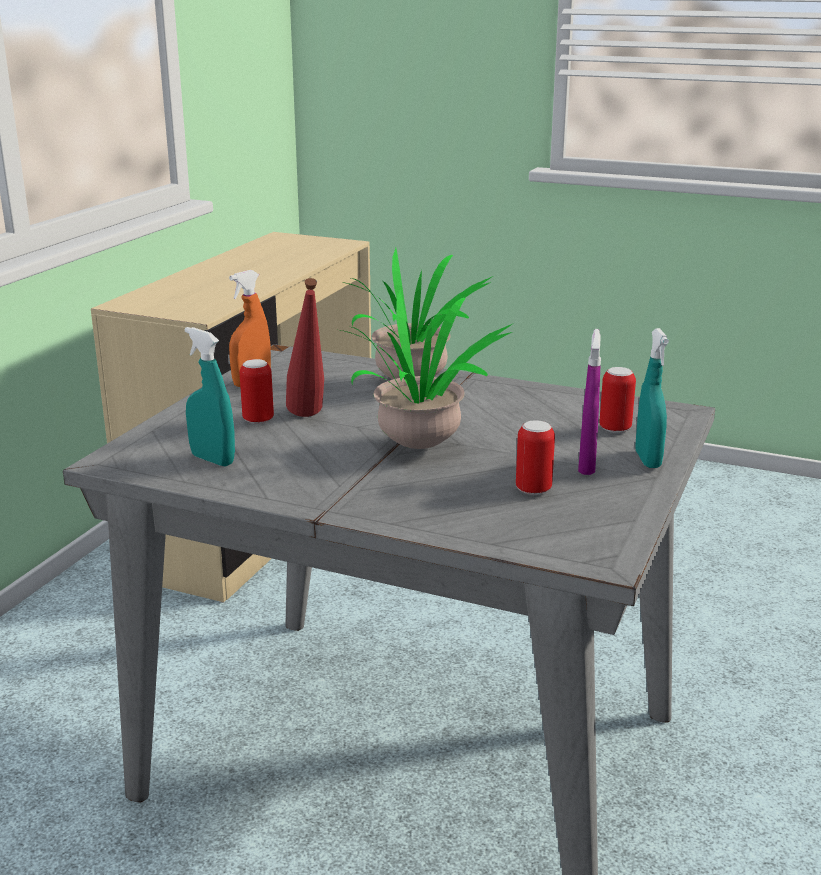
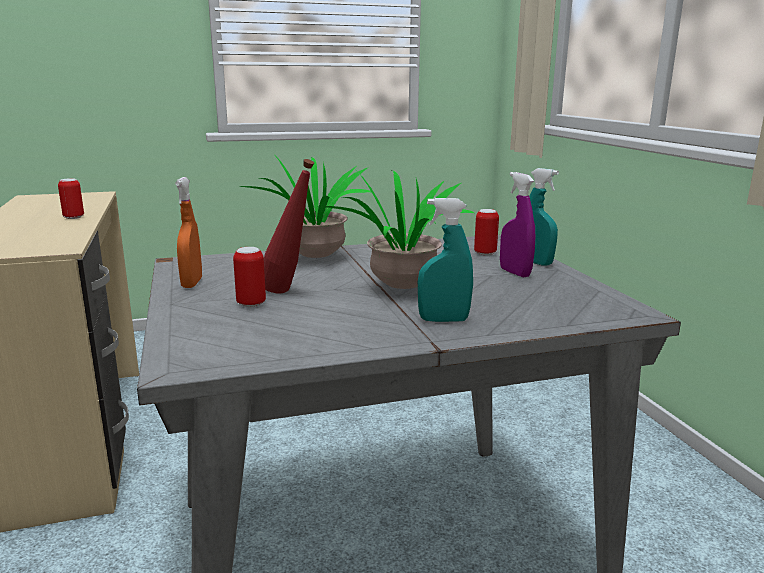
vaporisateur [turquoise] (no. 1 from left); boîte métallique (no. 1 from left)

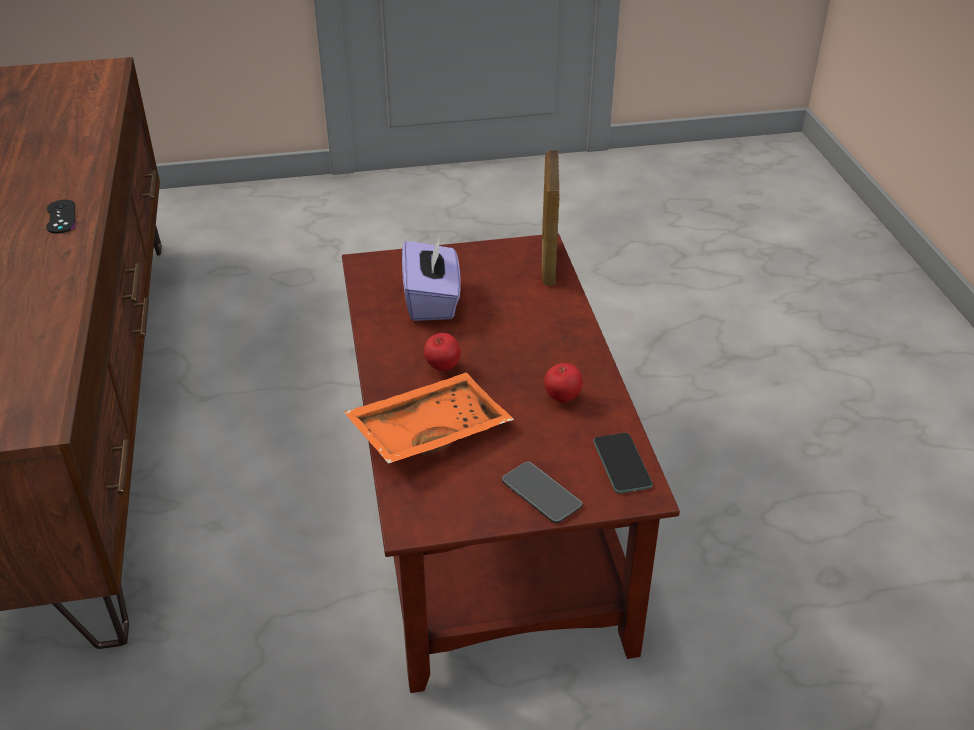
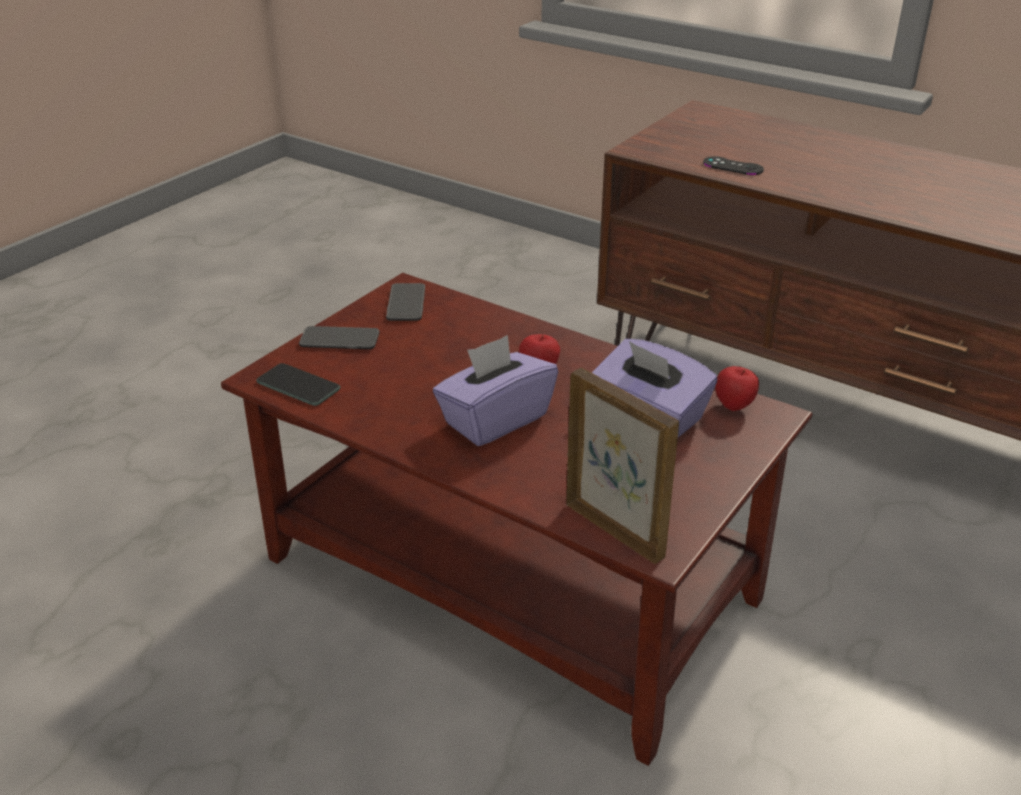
manette [noir]; plateau [orange]; pomme (no. 2 from left); téléphone (no. 3 from left); boîte à mouchoirs [violet] (no. 1 from left)

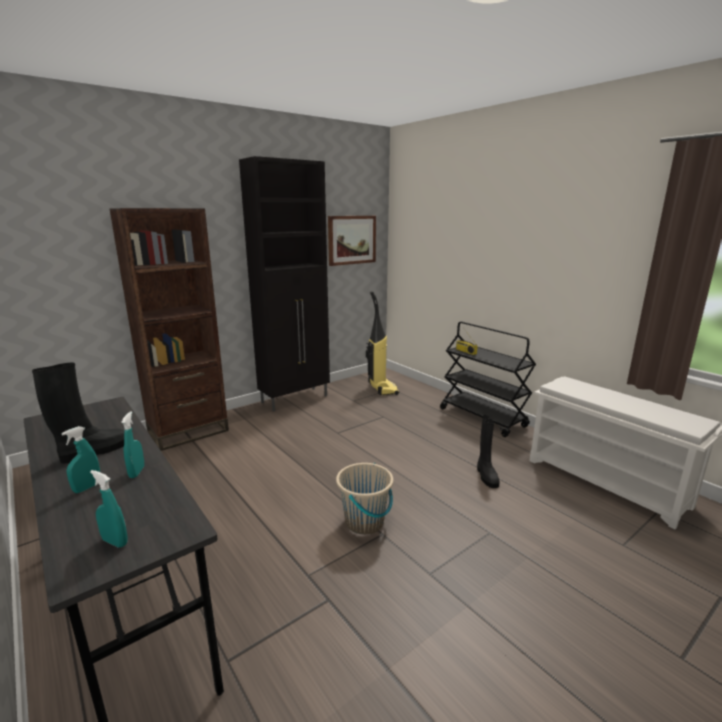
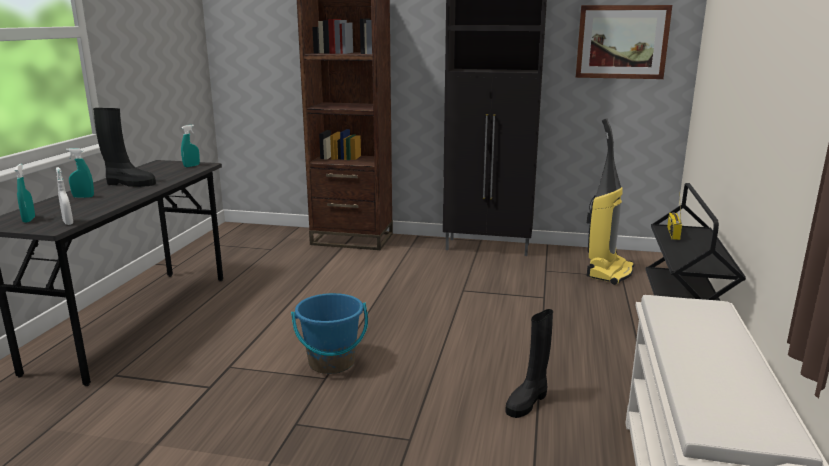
vaporisateur [turquoise] (no. 3 from left); seau [bleu]; vaporisateur [blanc]

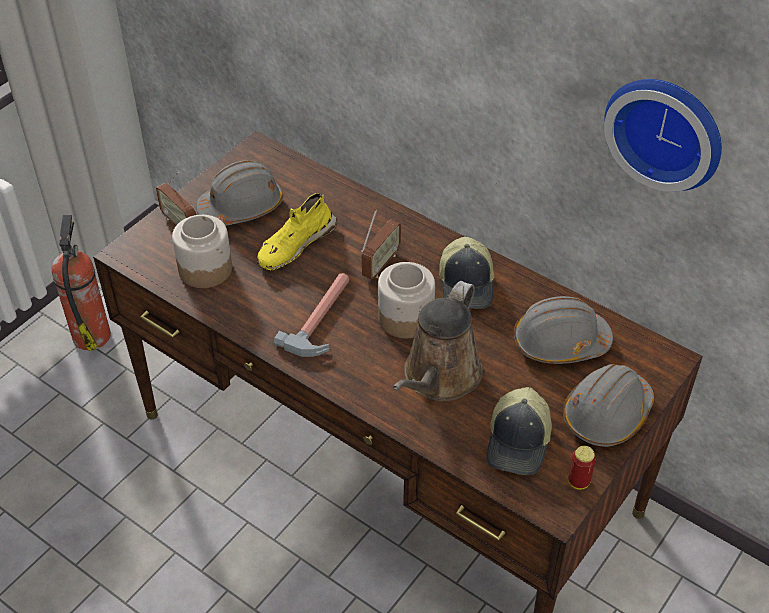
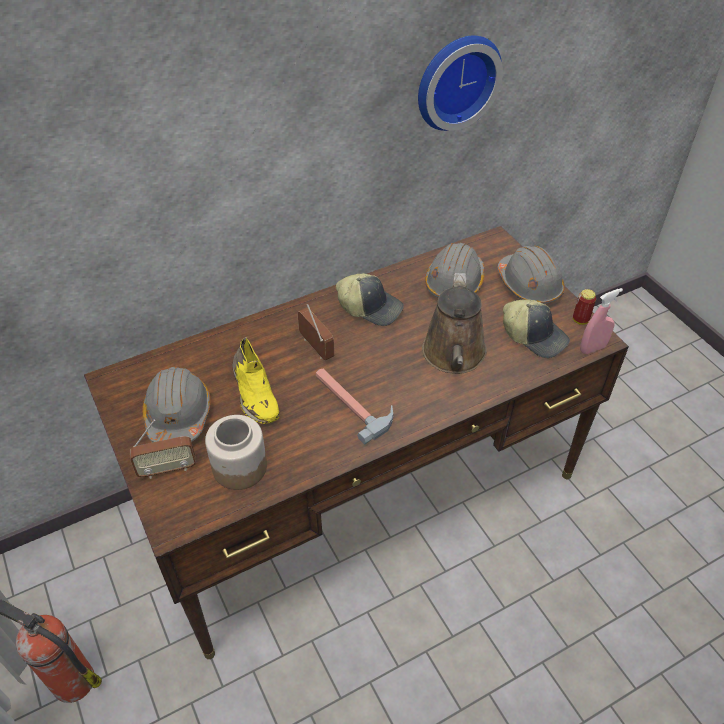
bocal (no. 2 from left in the first image); arrosoir [marron]; vaporisateur [rose]

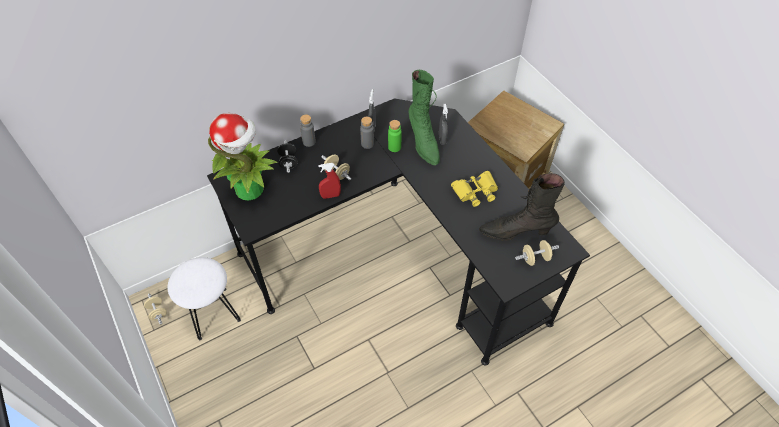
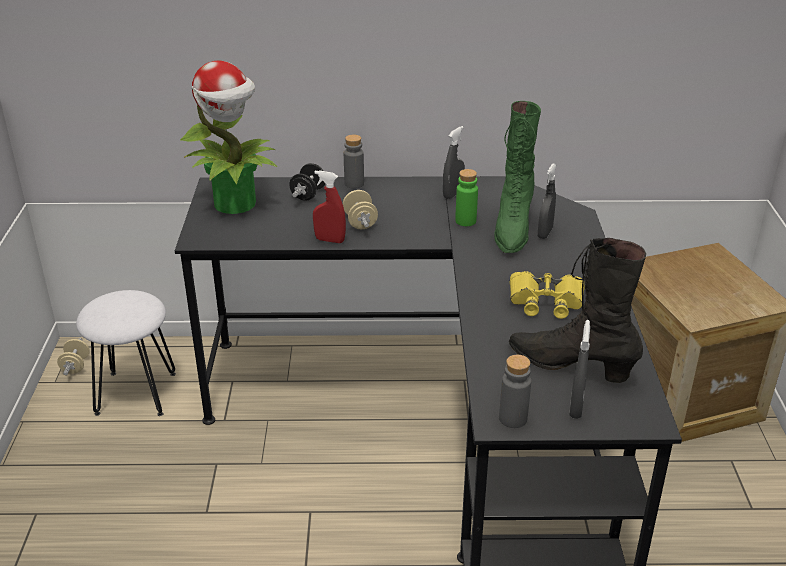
bouteille [gris] (no. 2 from left); vaporisateur [gris] (no. 3 from left)

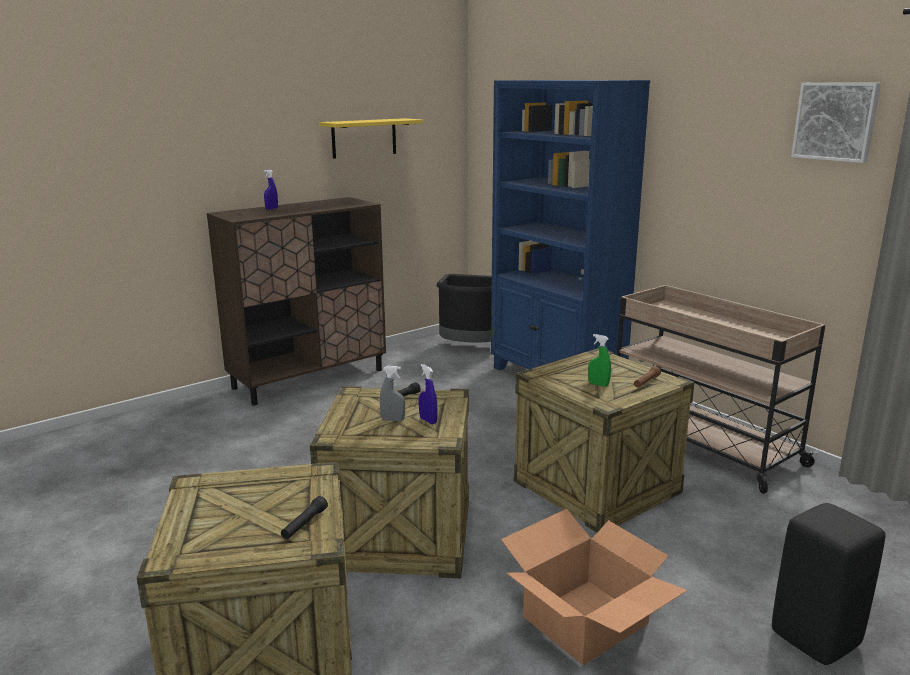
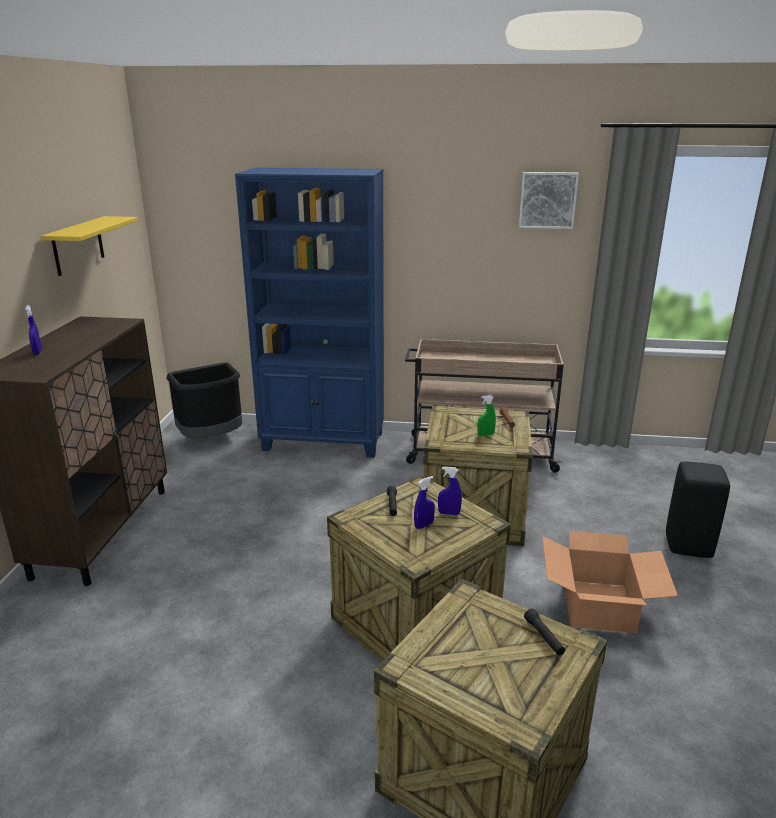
vaporisateur [bleu] (no. 2 from left)

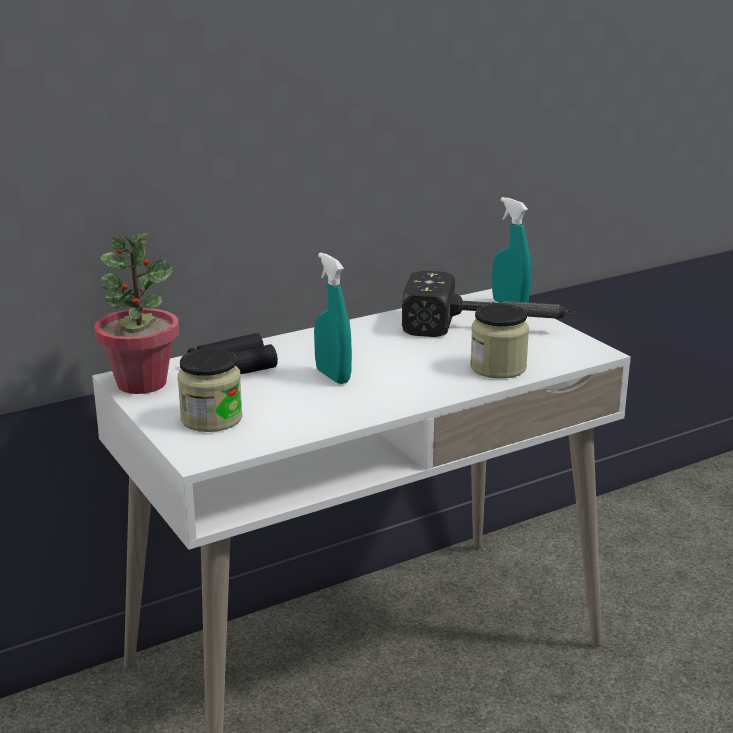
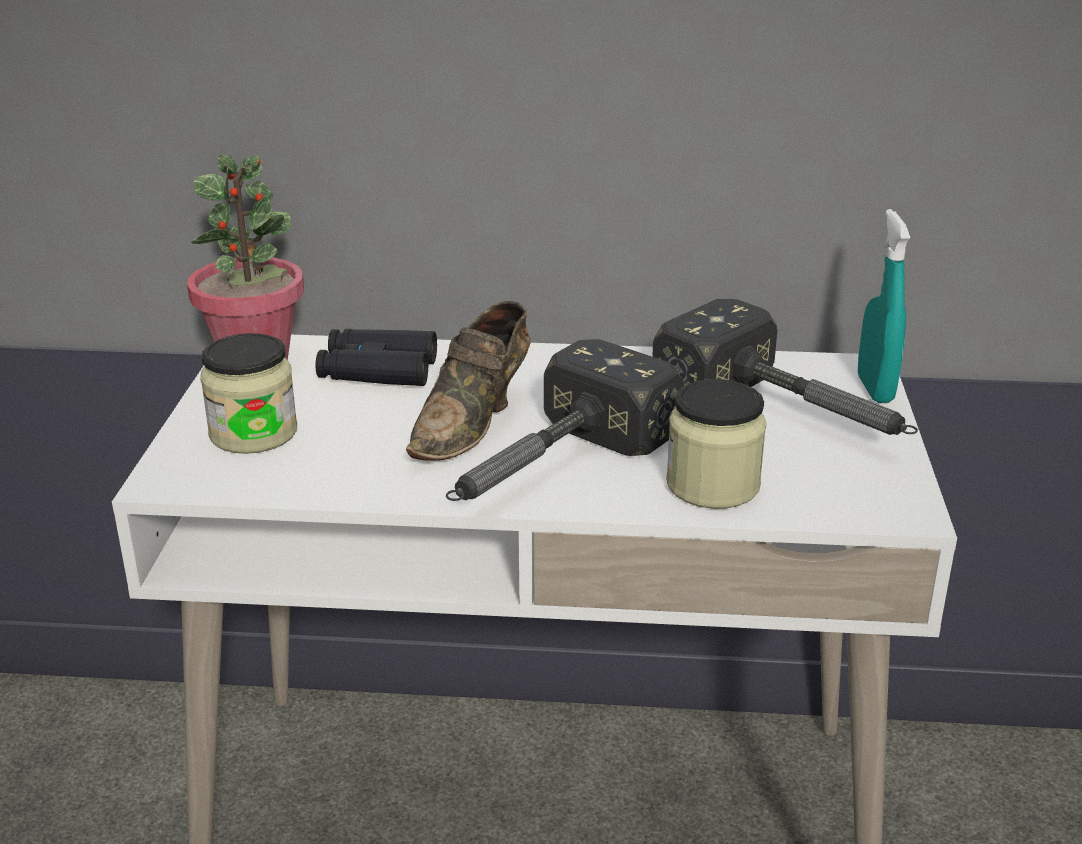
chaussure [marron]; marteau (no. 1 from left)

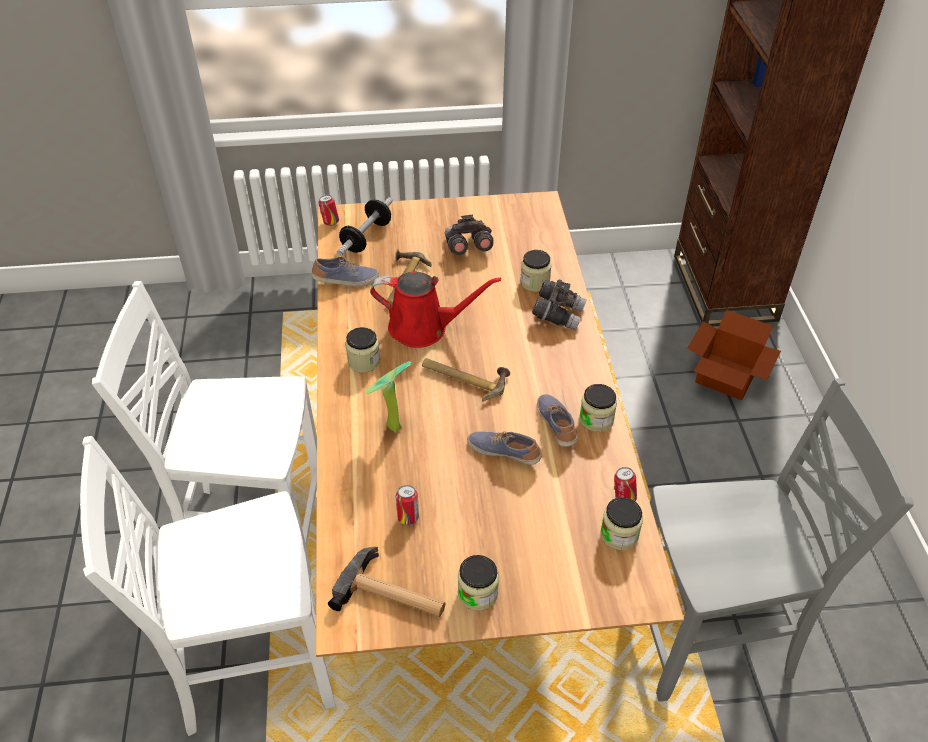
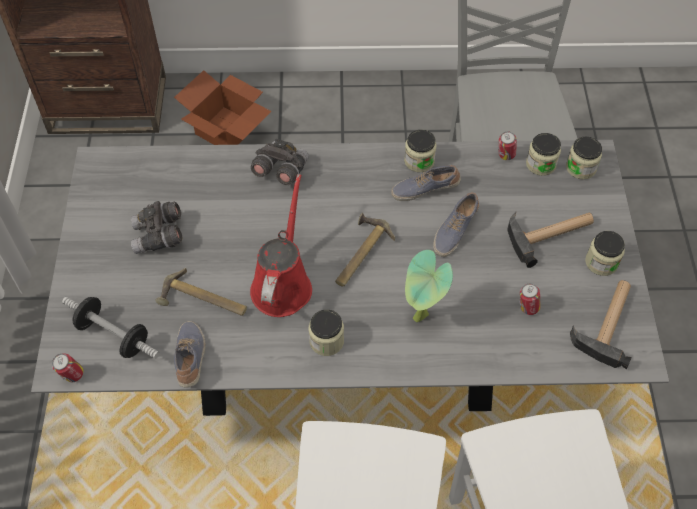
table à manger [gris]; bocal (no. 4 from left); marteau (no. 3 from left)

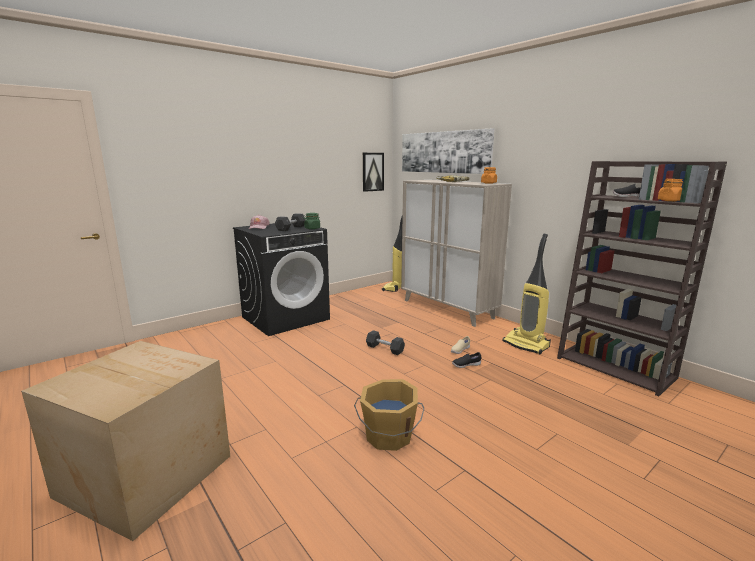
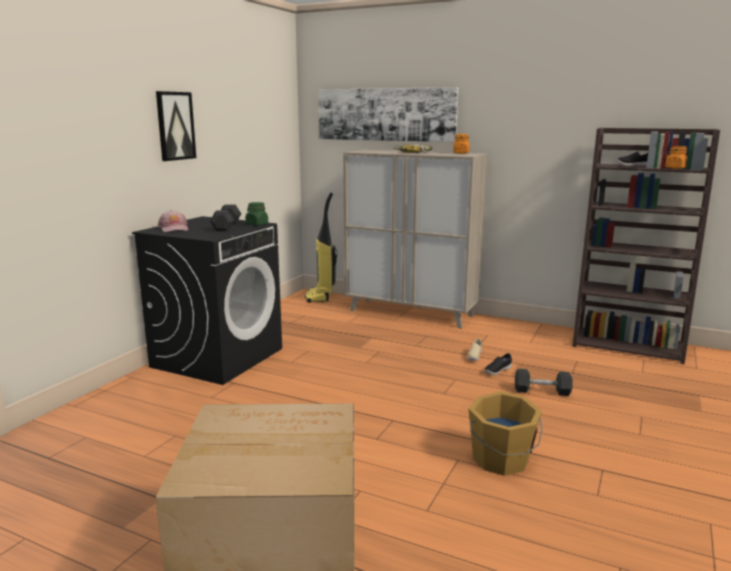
tableau (no. 1 from left); haltère [gris] (no. 2 from left); aspirateur (no. 2 from left in the first image)

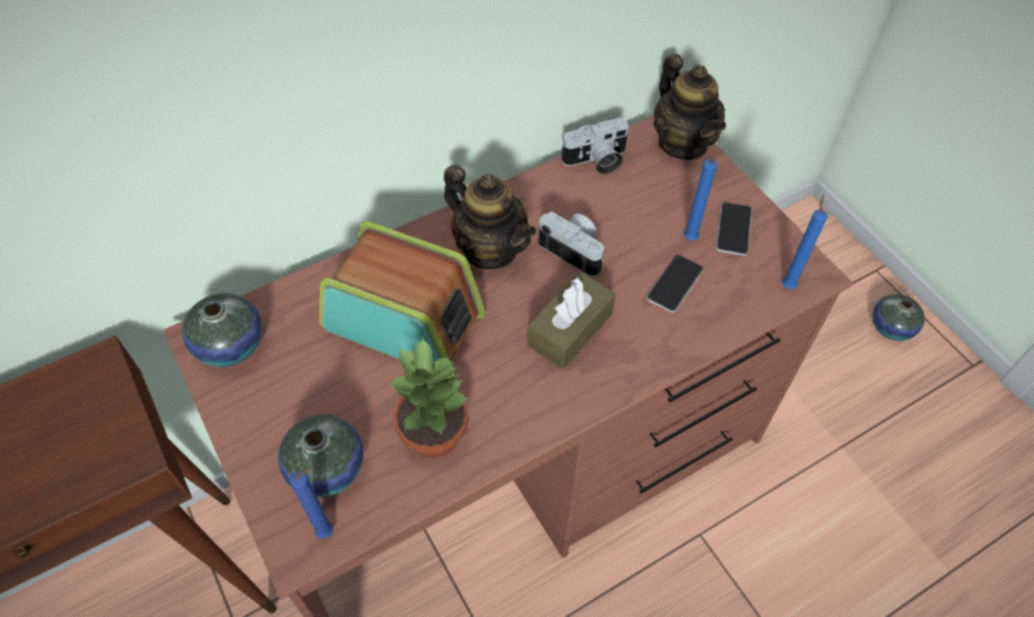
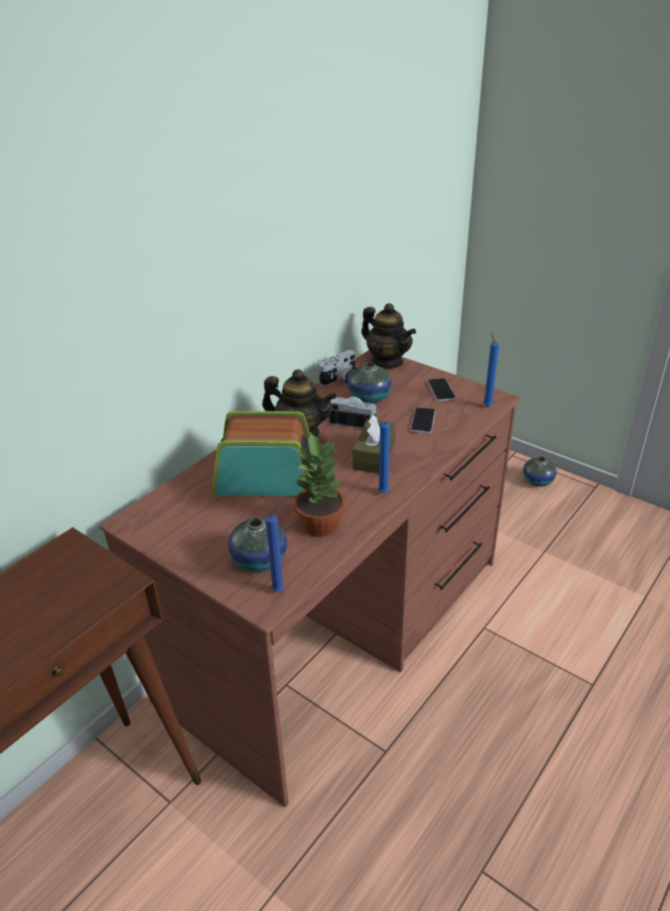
vase (no. 2 from left); bougie [bleu] (no. 2 from left)

